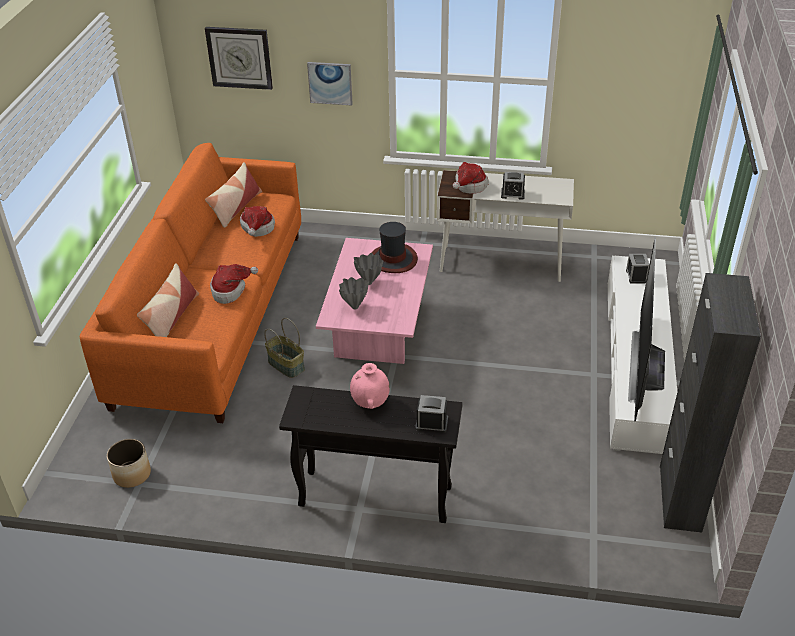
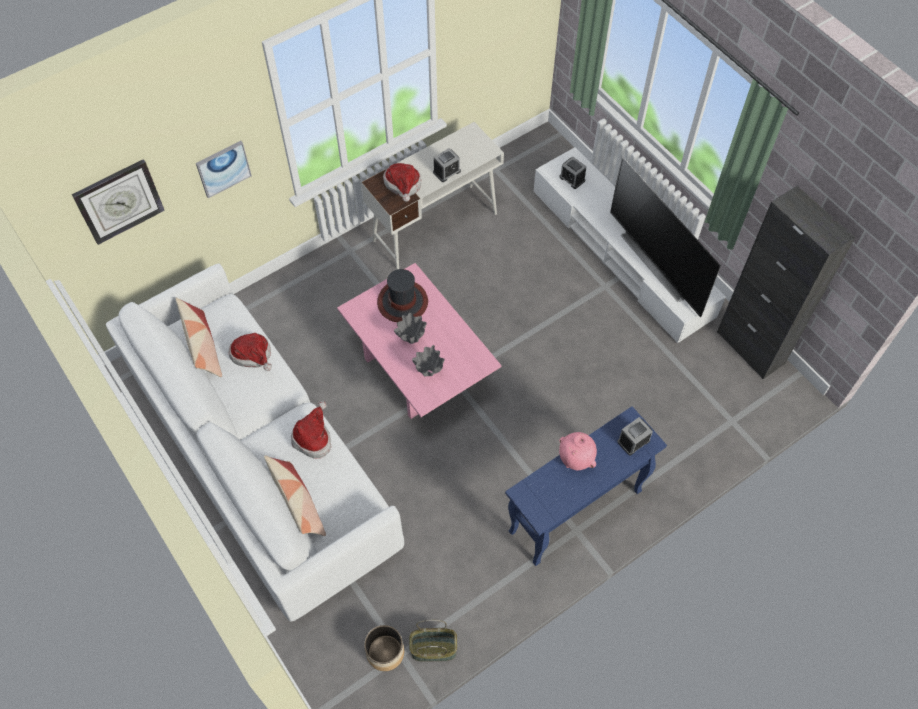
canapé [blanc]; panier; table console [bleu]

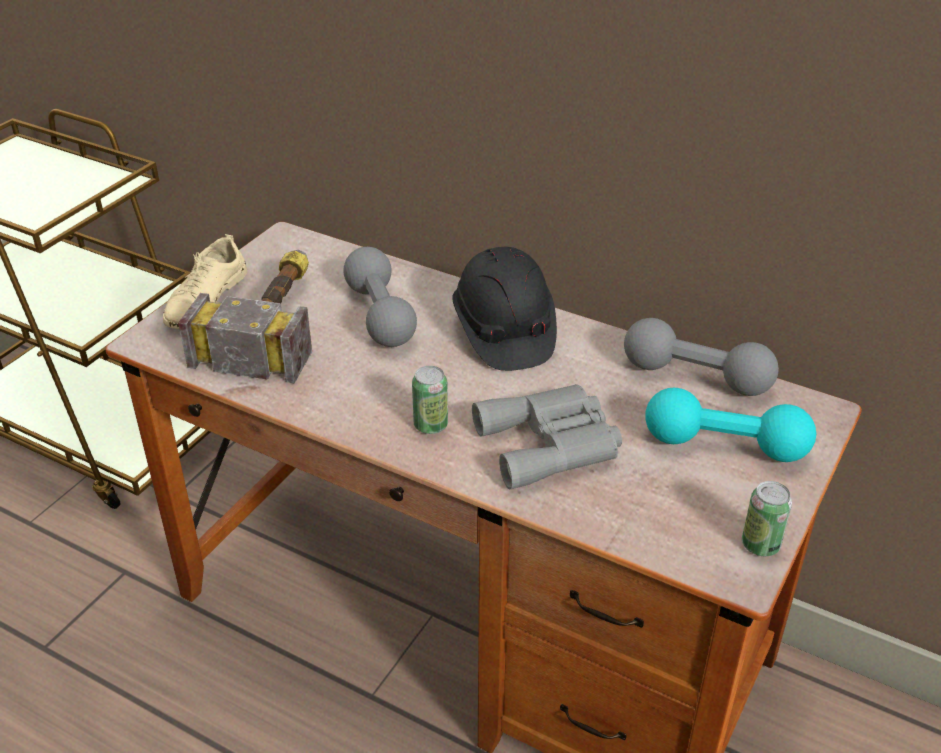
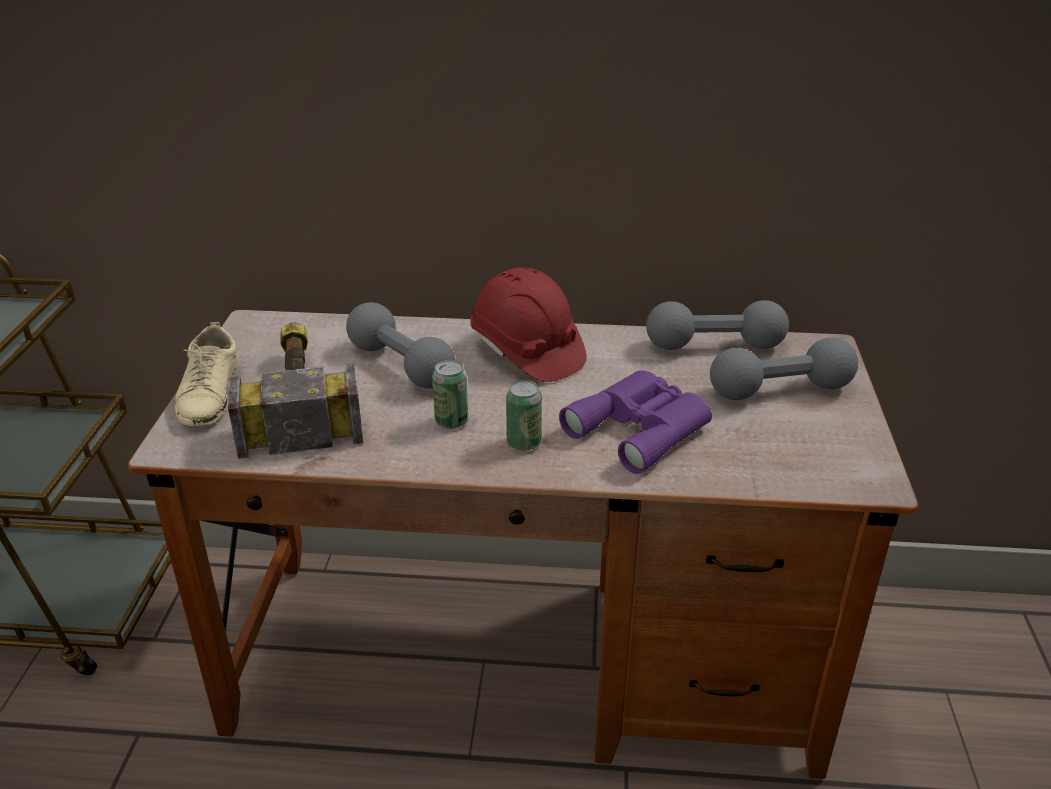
casque de chantier [rouge]; jumelles [violet]; haltère [gris] (no. 3 from left); boîte métallique (no. 1 from left)

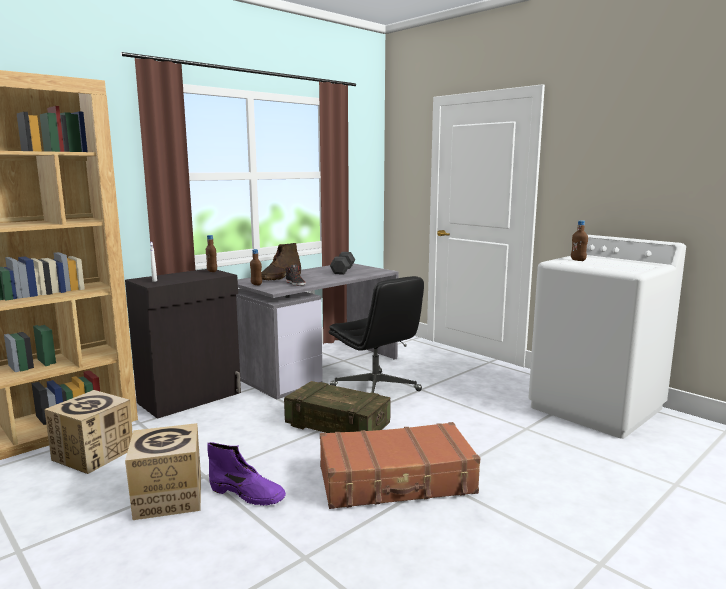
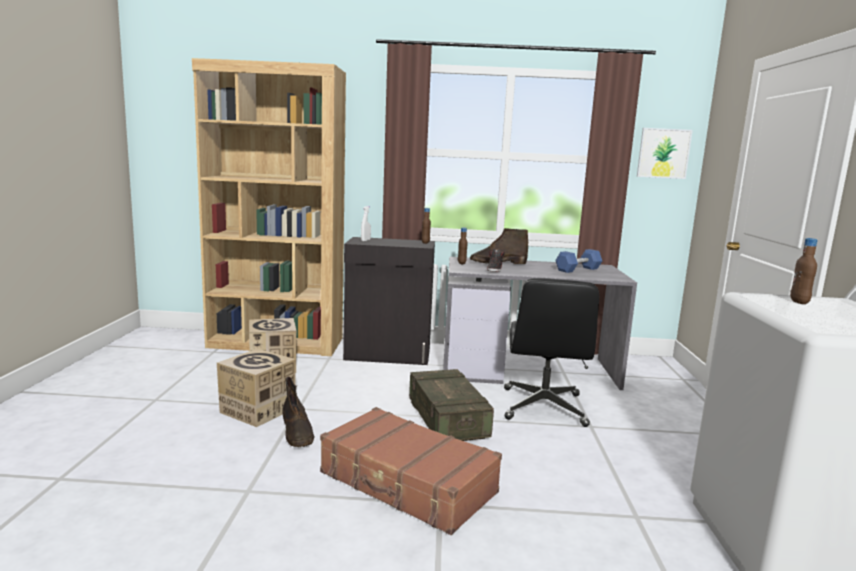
botte [marron] (no. 1 from left); haltère [bleu]; tableau

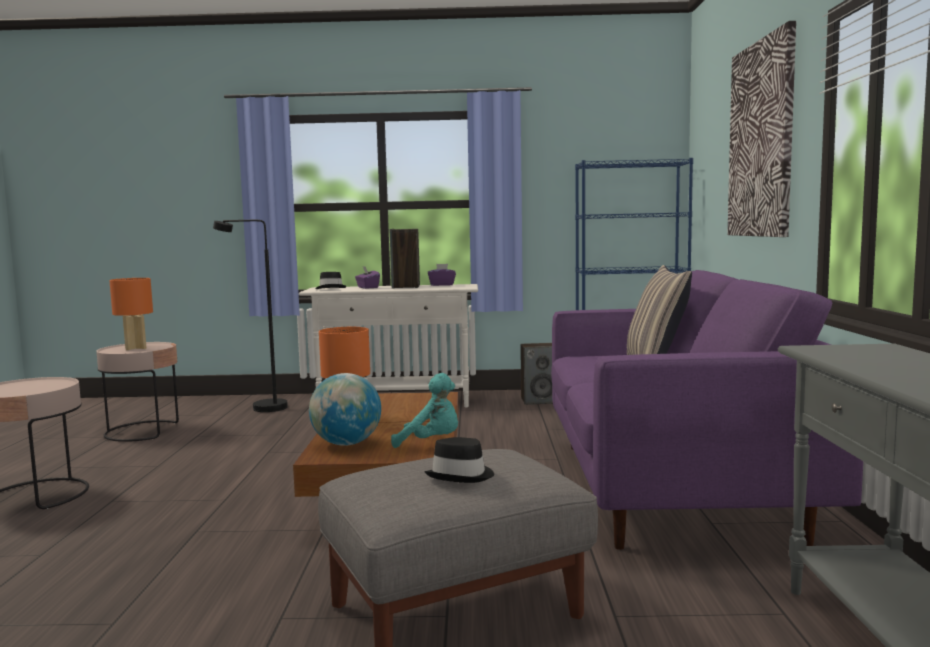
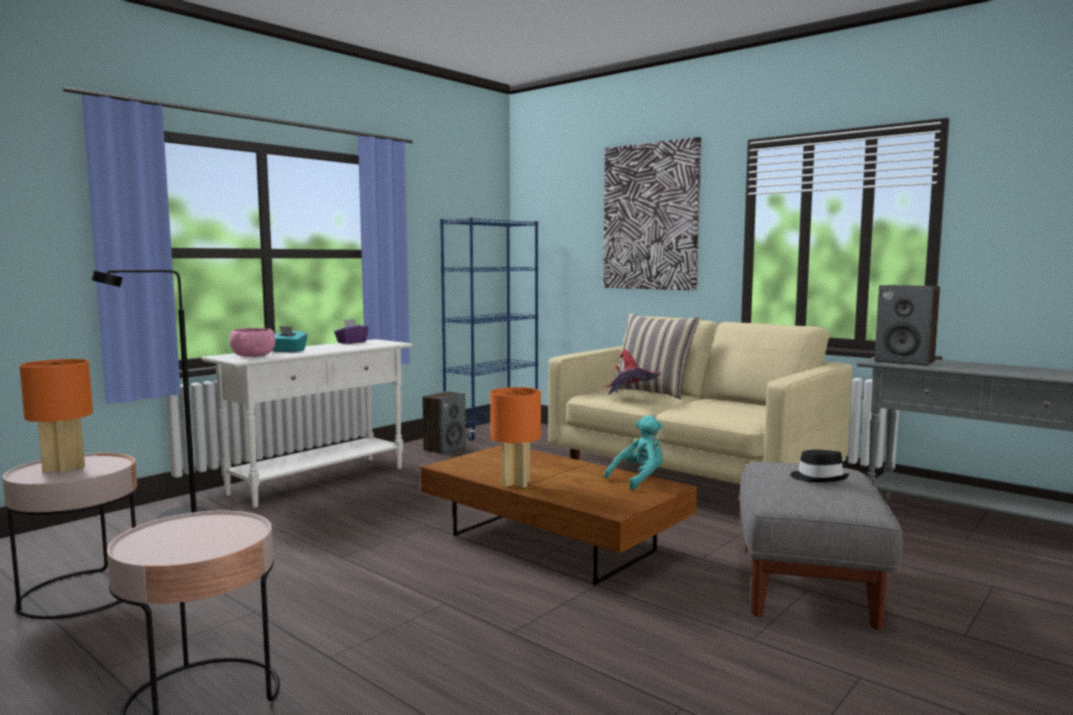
globe; bol [rose]; boîte à mouchoirs [turquoise]; enceinte (no. 2 from left); canapé [beige]; chapeau [rouge]

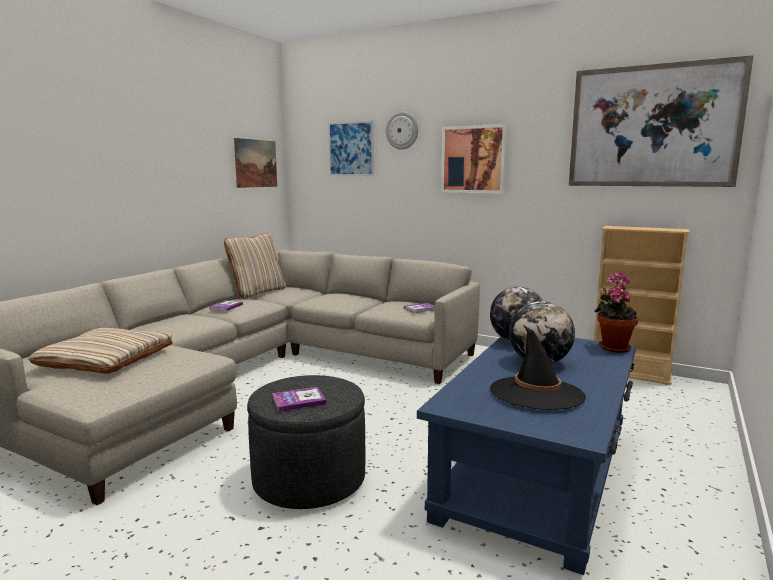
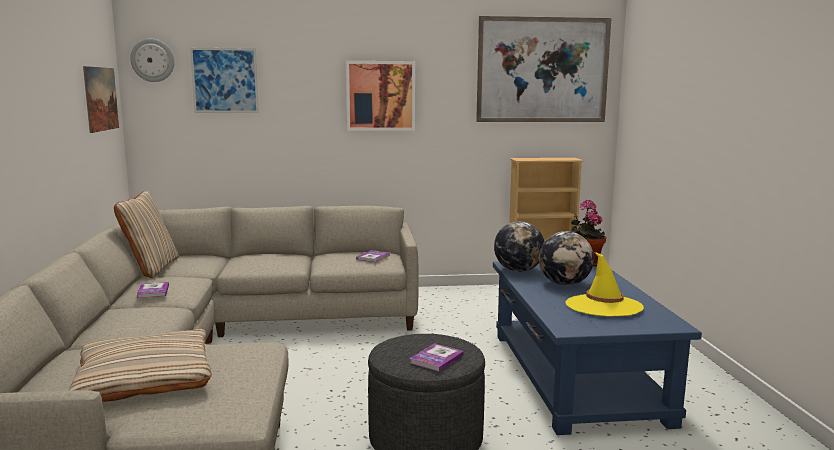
horloge murale; chapeau [jaune]

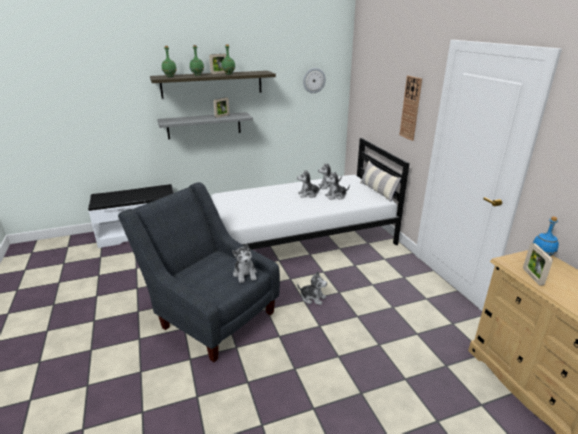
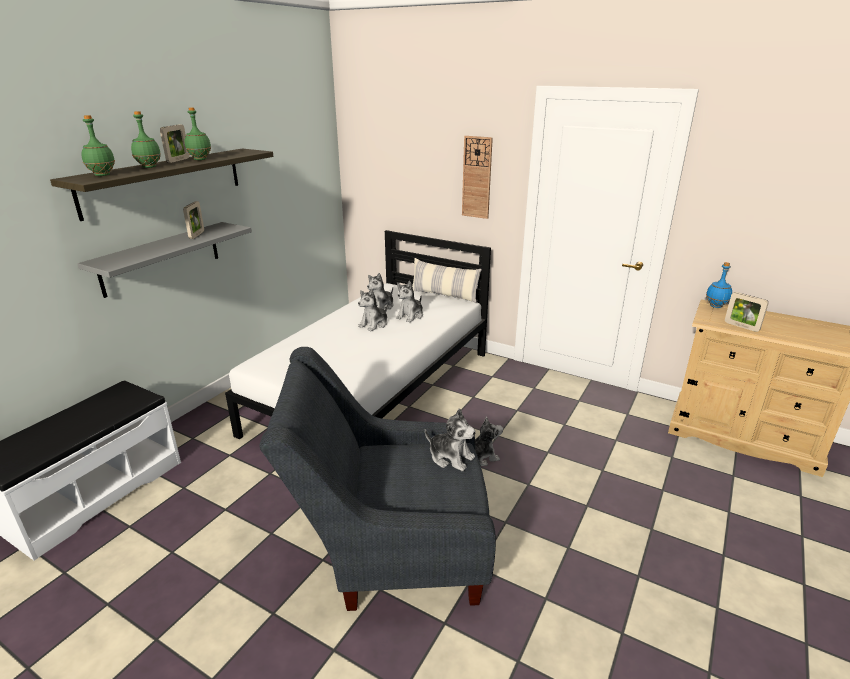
horloge murale (no. 1 from left in the first image)

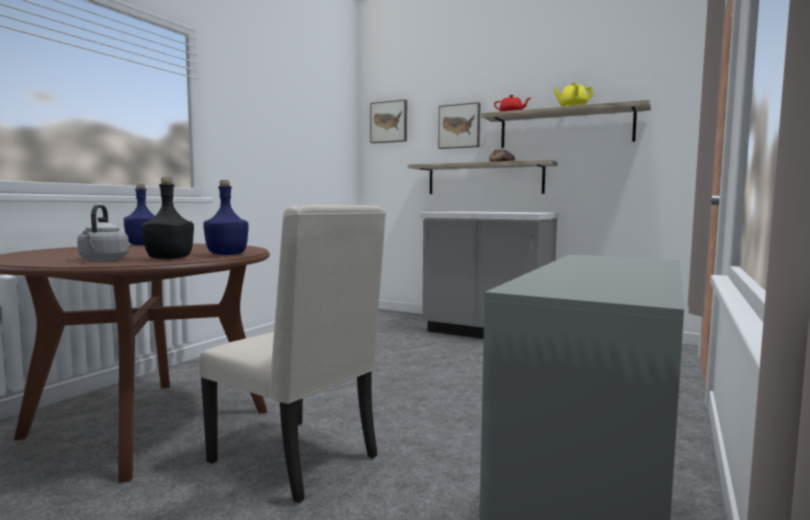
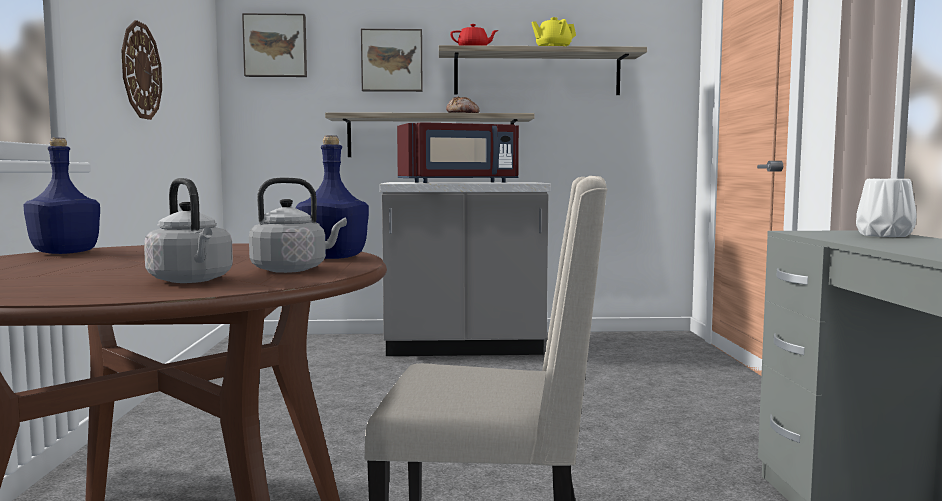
bouilloire [gris] (no. 2 from left); horloge murale; micro-ondes [rouge]; vase [blanc]

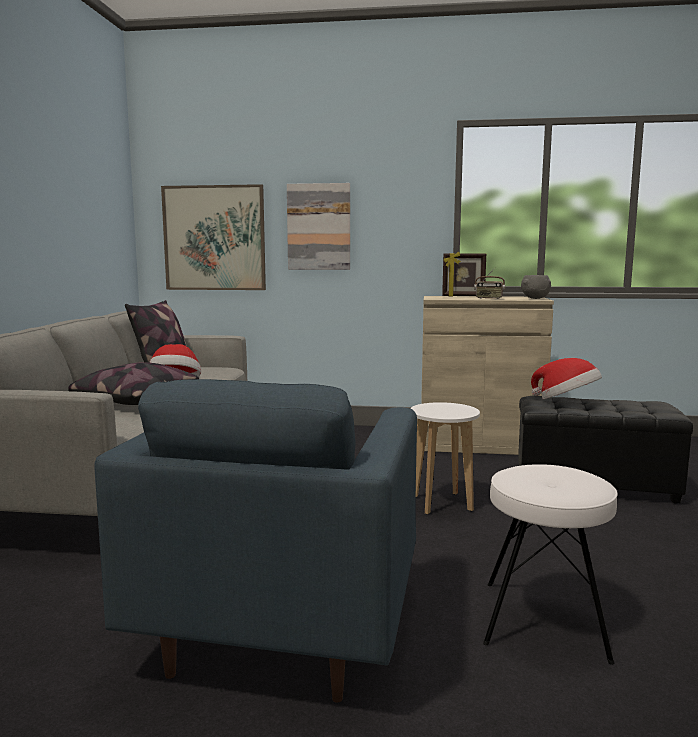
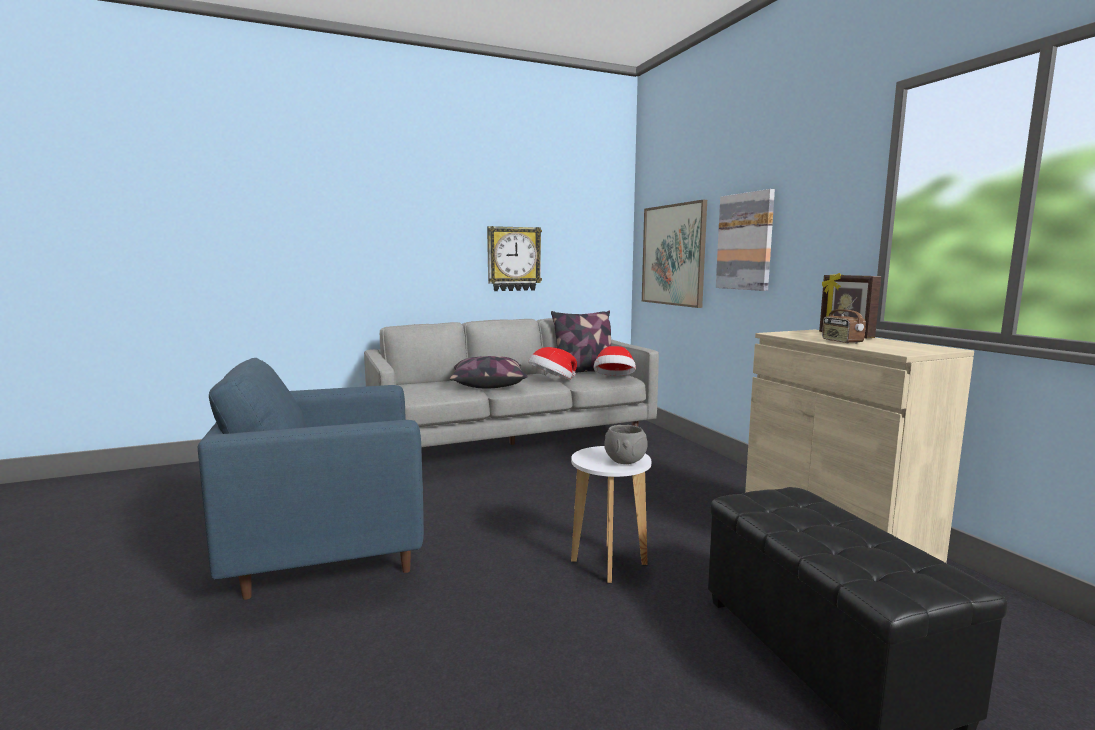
tabouret [blanc] (no. 2 from left in the first image); bol [gris]; chapeau (no. 2 from left); horloge murale

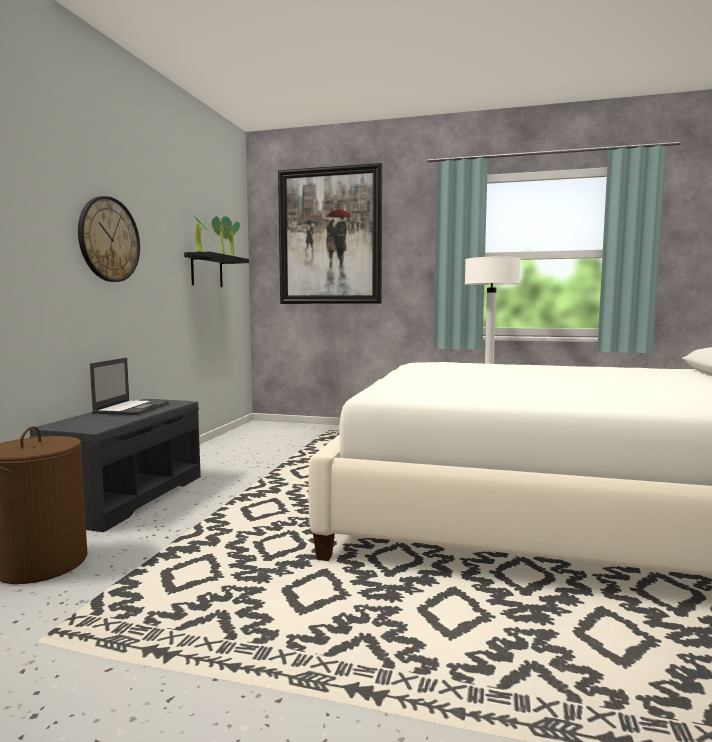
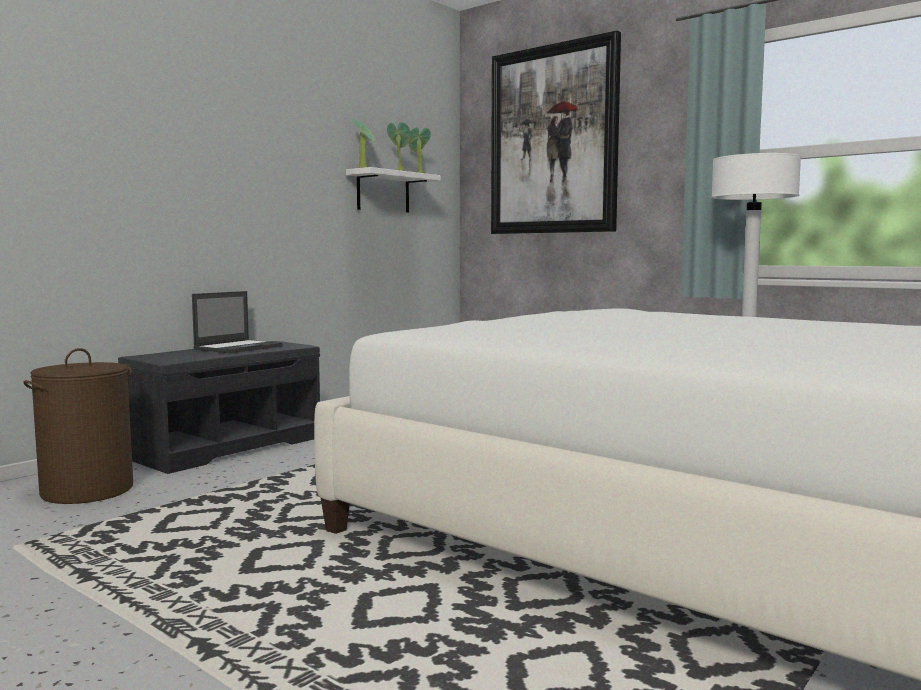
horloge murale; étagère [blanc]

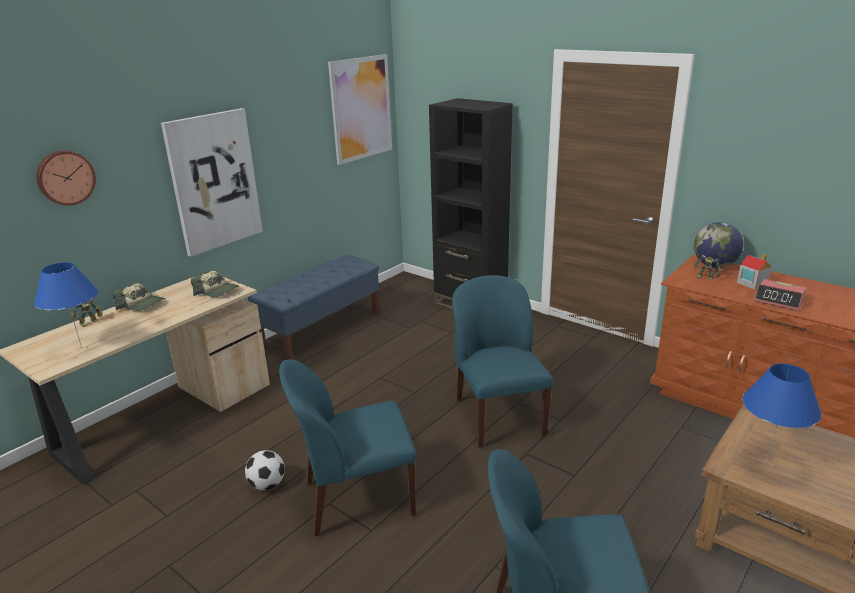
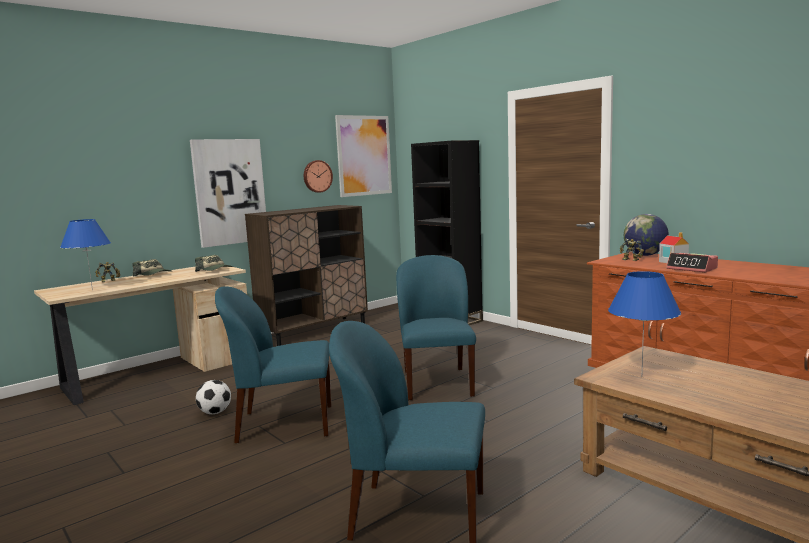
horloge murale; meuble de rangement [marron]

